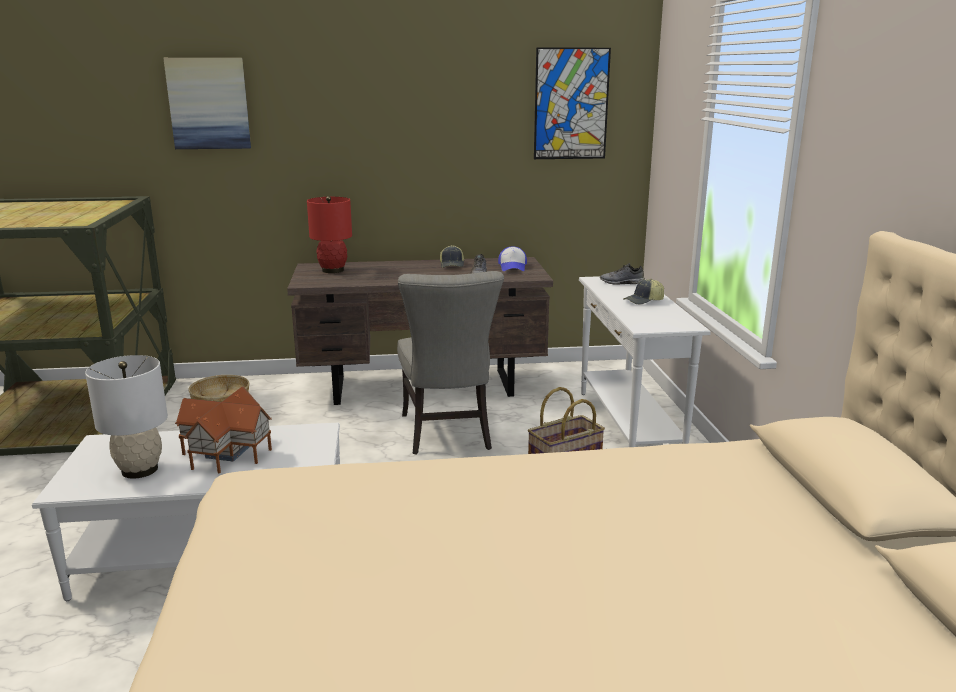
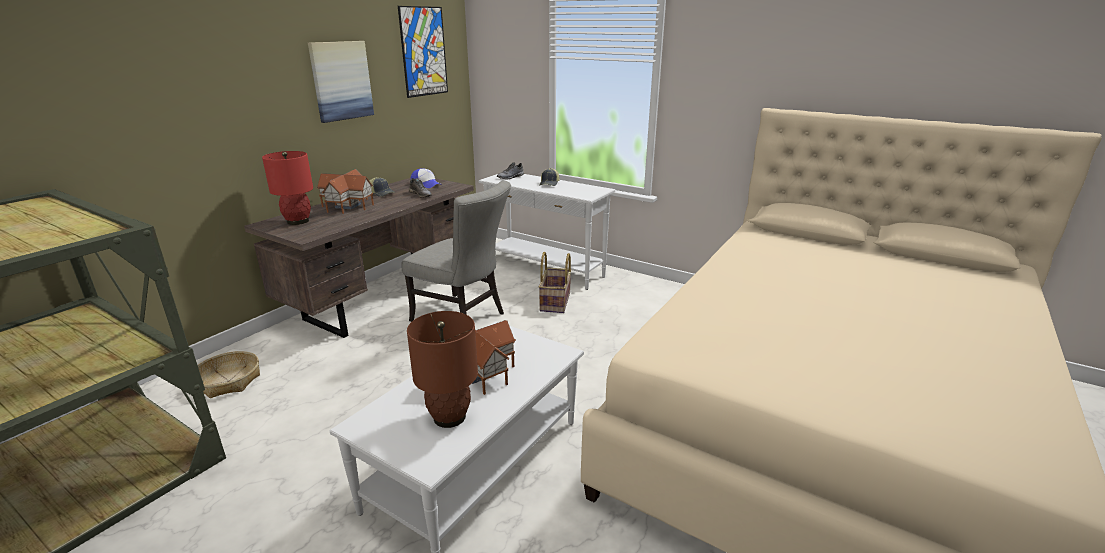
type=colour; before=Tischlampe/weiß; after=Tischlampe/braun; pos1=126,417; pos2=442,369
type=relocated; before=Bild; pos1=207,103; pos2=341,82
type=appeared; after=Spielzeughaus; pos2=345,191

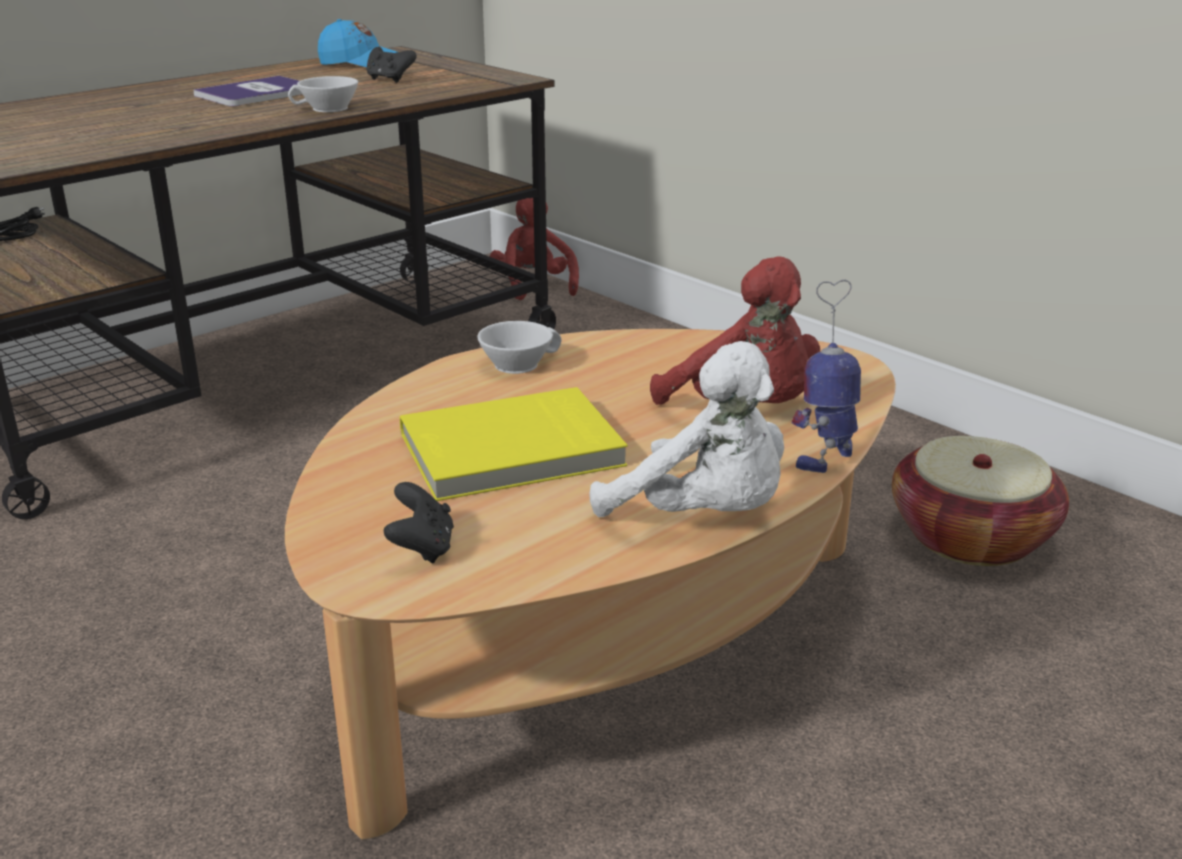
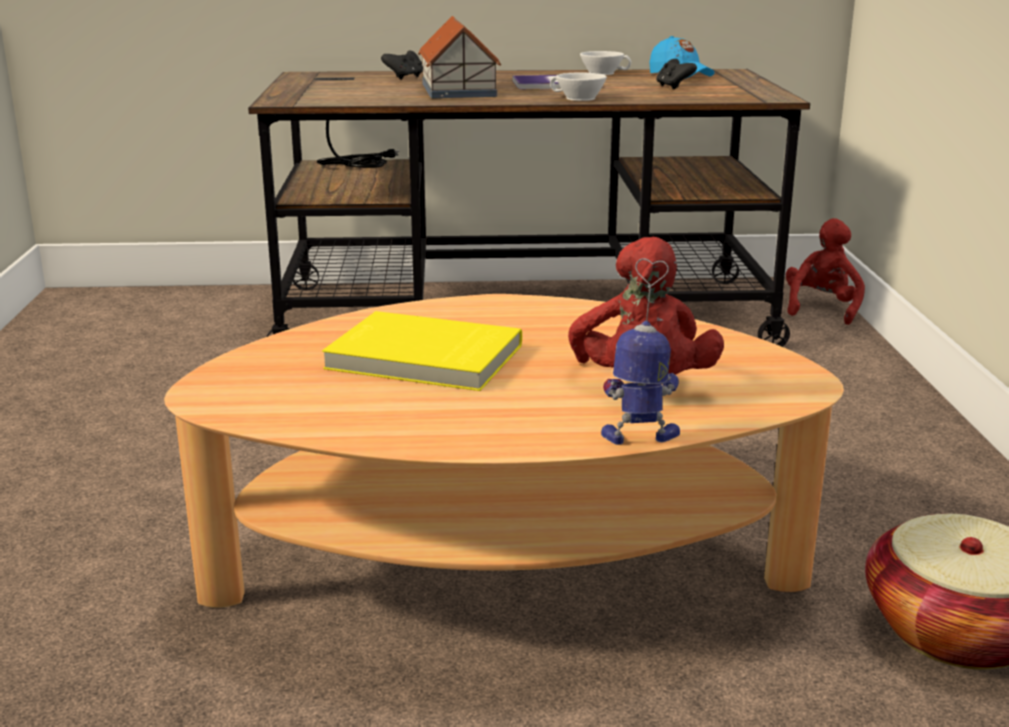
type=relocated; before=Gamepad/schwarz; pos1=419,522; pos2=402,65
type=relocated; before=Tasse/weiß; pos1=519,347; pos2=605,63
type=missing; before=Plüschtier/weiß; pos1=686,429
type=appeared; after=Spielzeughaus; pos2=459,57

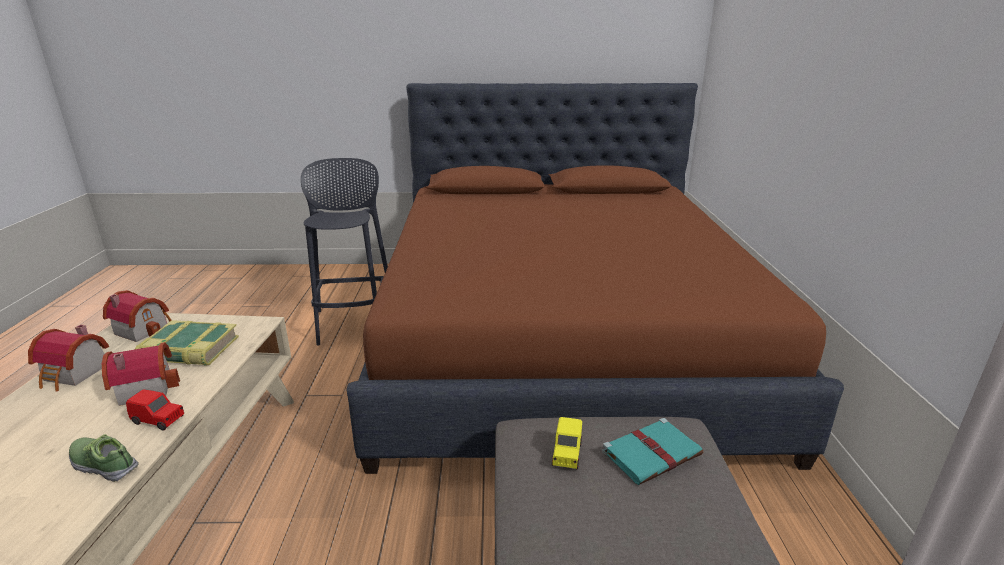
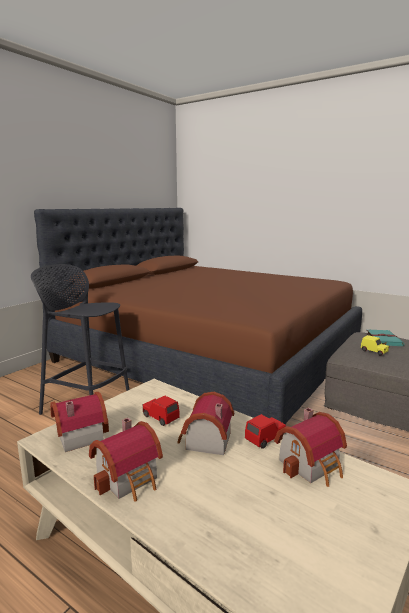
type=exchanged; before=Schuh; after=Spielzeughaus; pos1=104,458; pos2=310,447
type=exchanged; before=Buch; after=Spielzeugauto/rot; pos1=187,343; pos2=161,410

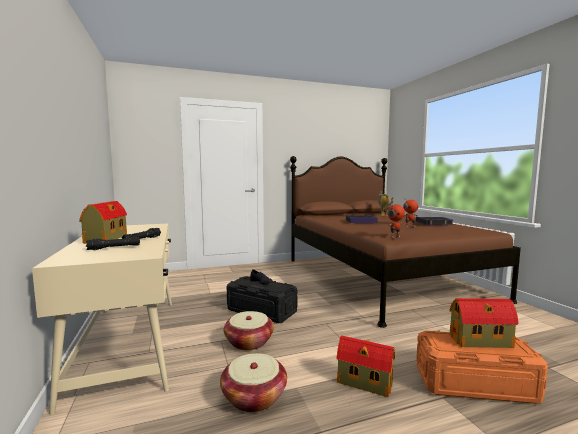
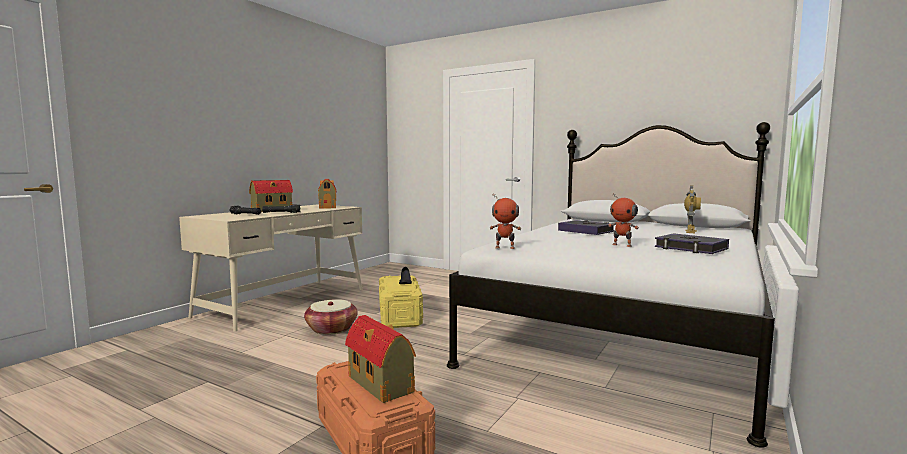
type=missing; before=Korb; pos1=253,382
type=colour; before=Aufbewahrungsbox/schwarz; after=Aufbewahrungsbox/gelb; pos1=262,299; pos2=401,301
type=colour; before=Bett/braun; after=Bett/weiß; pos1=405,242; pos2=611,285
type=relocated; before=Spielzeughaus; pos1=365,366; pos2=327,194

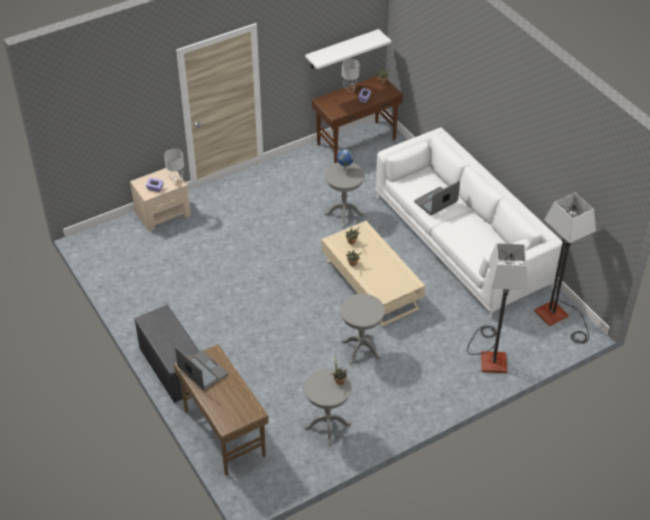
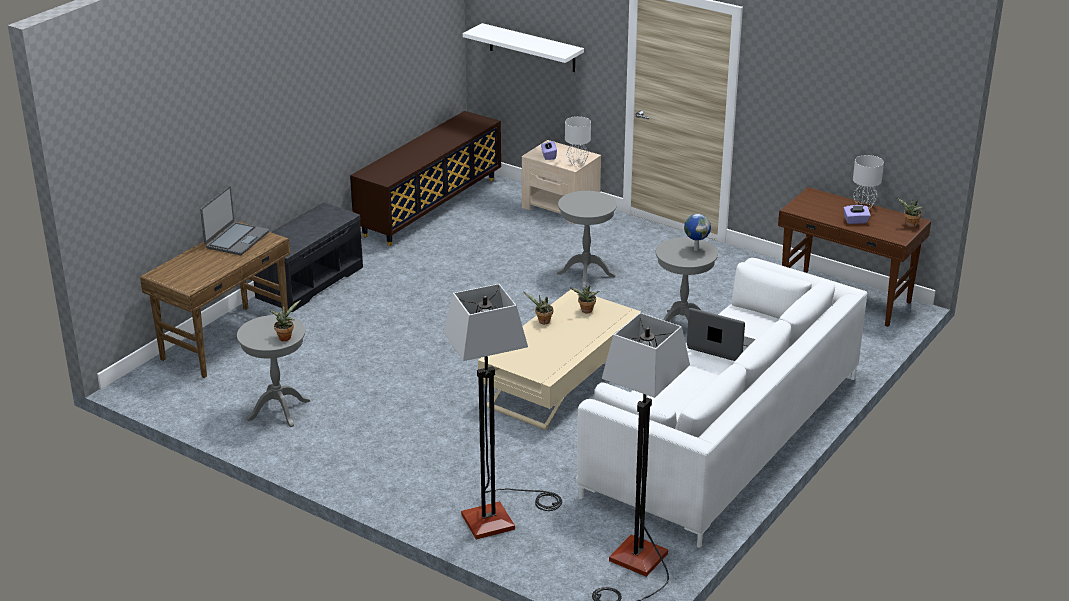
type=relocated; before=Wandregal/weiß; pos1=348,49; pos2=523,47
type=relocated; before=Beistelltisch/grau; pos1=362,329; pos2=587,240
type=appeared; after=Fernsehschrank/braun; pos2=425,178

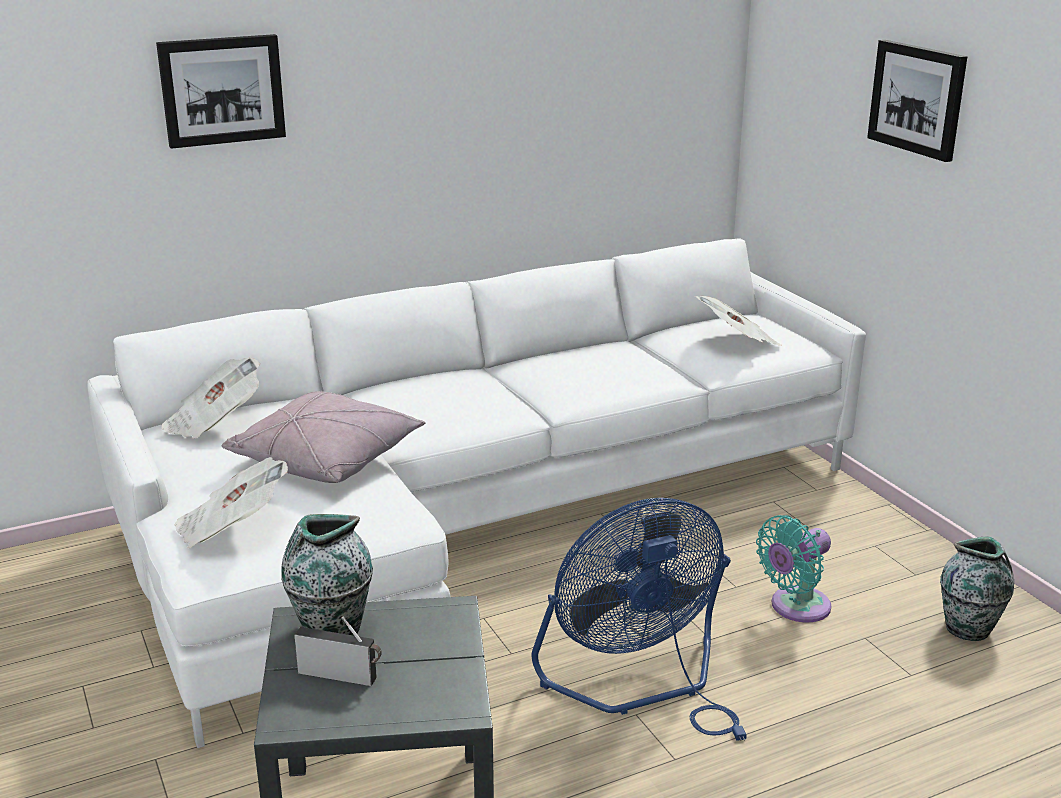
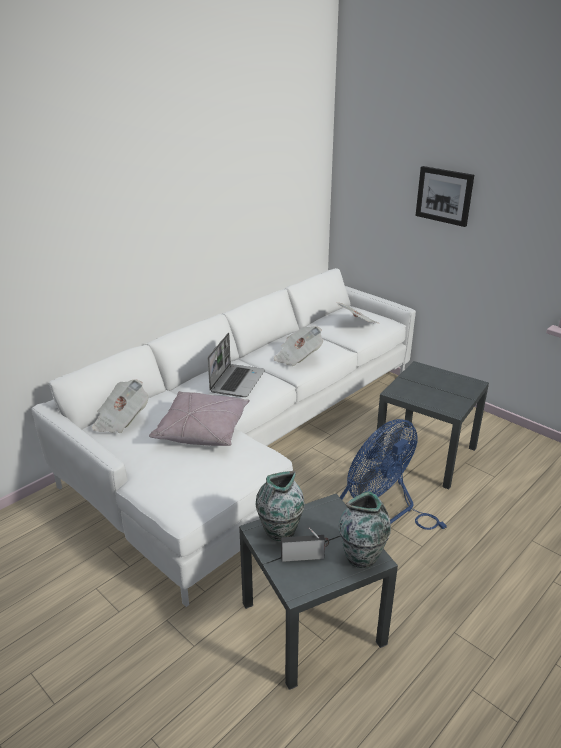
type=missing; before=Bild; pos1=221,91
type=relocated; before=Zeitung; pos1=231,502; pos2=298,346
type=exchanged; before=Ventilator/türkis; after=Beistelltisch/grau; pos1=793,568; pos2=431,425
type=relocated; before=Vase; pos1=977,589; pos2=365,529
type=appeared; after=Laptop; pos2=236,365

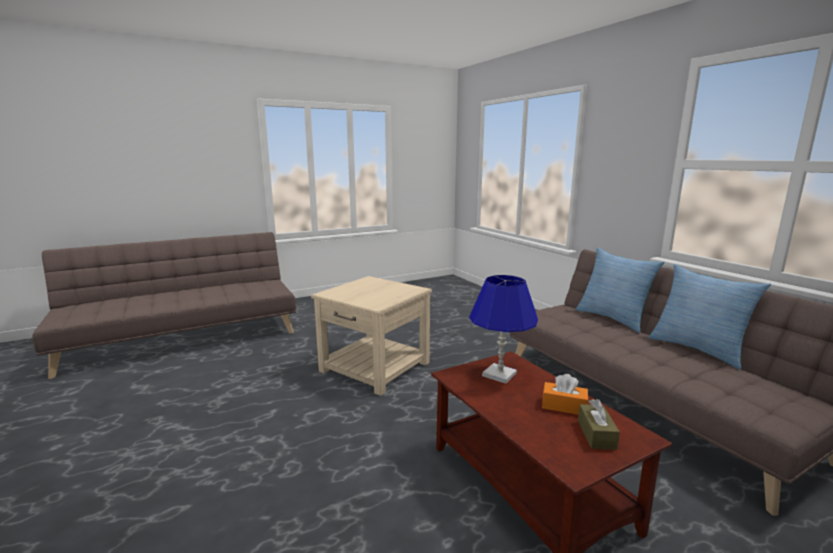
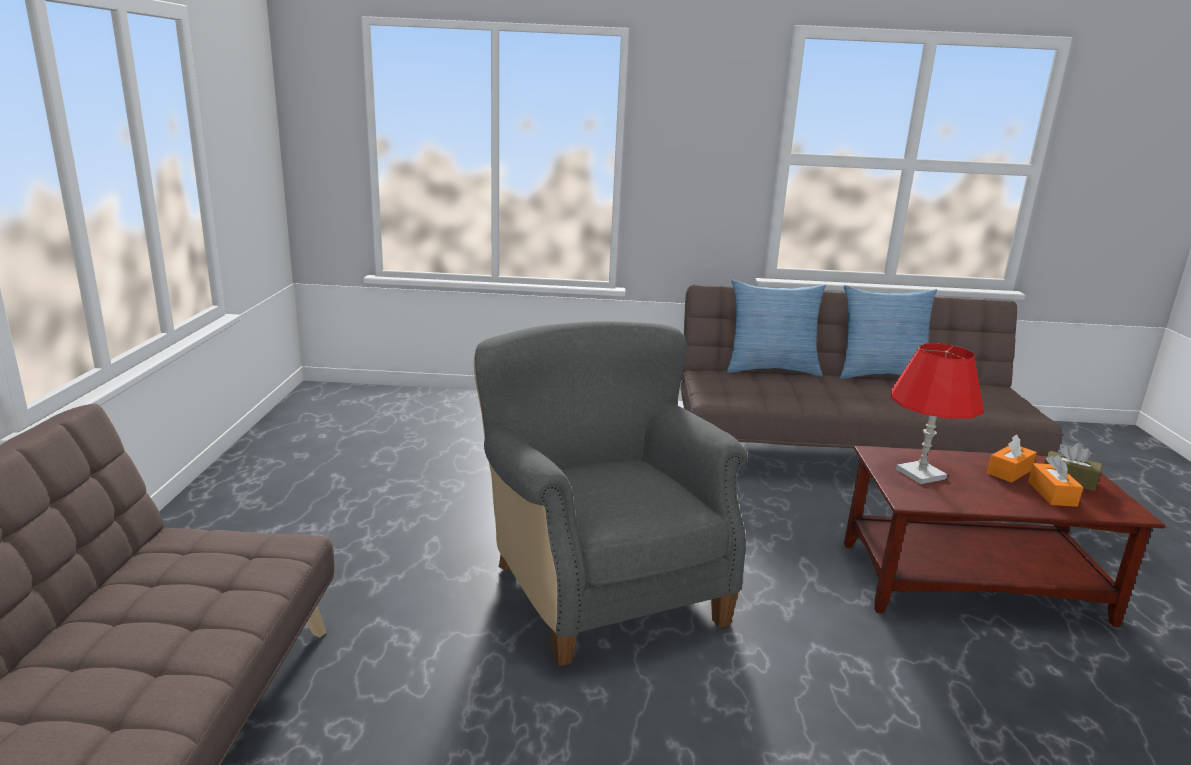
type=exchanged; before=Beistelltisch/beige; after=Sessel/grau; pos1=371,336; pos2=611,493
type=colour; before=Tischlampe/blau; after=Tischlampe/rot; pos1=503,329; pos2=937,413
type=appeared; after=Taschentuchbox/orange; pos2=1055,481

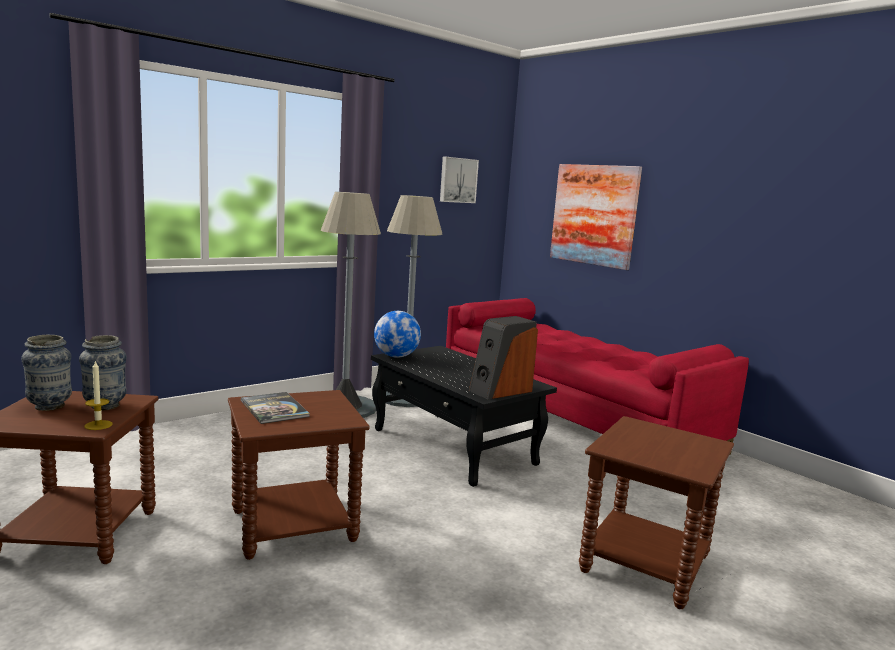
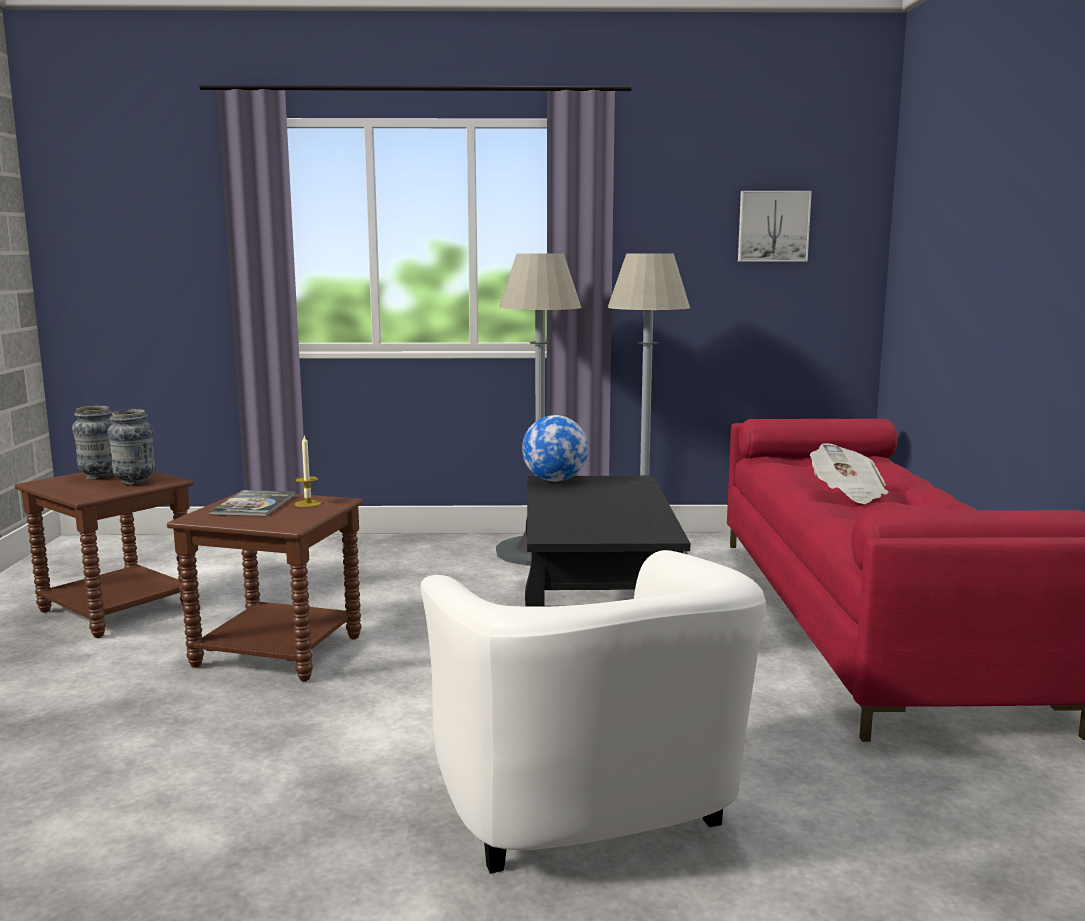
type=relocated; before=Kerze; pos1=98,395; pos2=308,471
type=missing; before=Lautsprecher; pos1=503,358
type=missing; before=Bild; pos1=596,217
type=exchanged; before=Beistelltisch/braun; after=Sessel/weiß; pos1=656,512; pos2=593,712
type=appeared; after=Zeitung; pos2=849,473

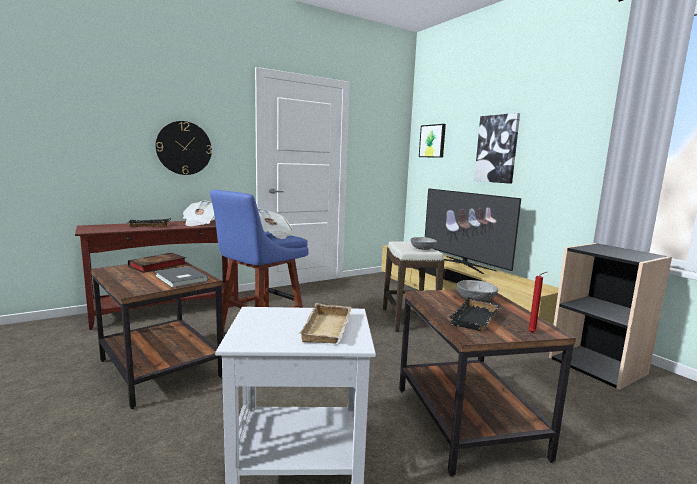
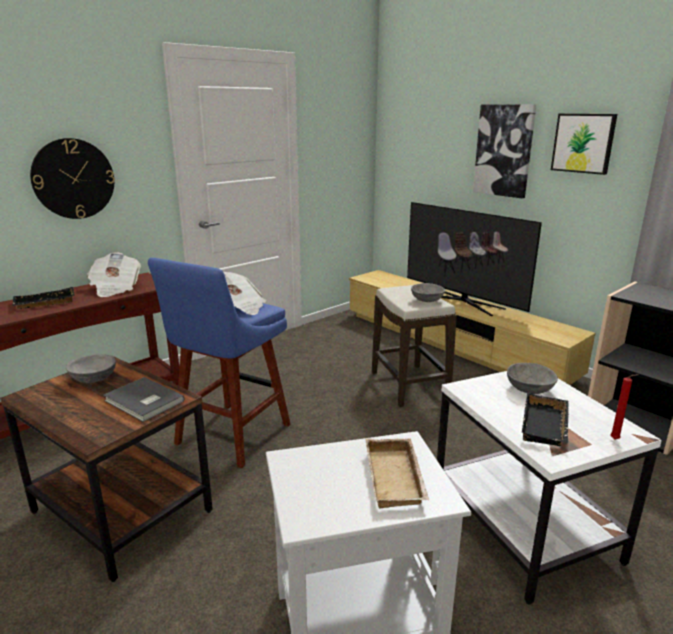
type=exchanged; before=Buch; after=Schüssel/grau; pos1=157,263; pos2=91,368
type=colour; before=Beistelltisch/braun; after=Beistelltisch/weiß; pos1=487,383; pos2=549,488
type=relocated; before=Bild; pos1=432,141; pos2=584,144

